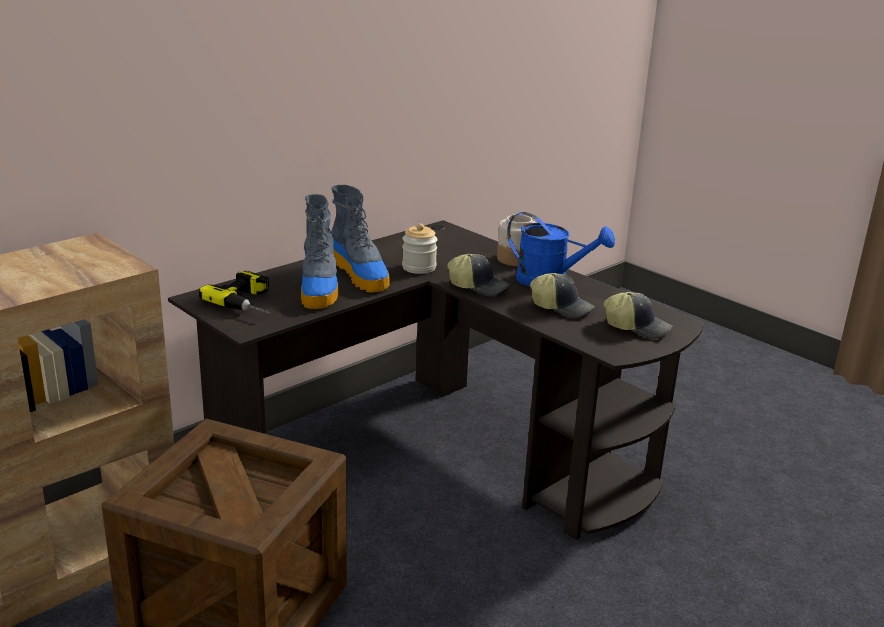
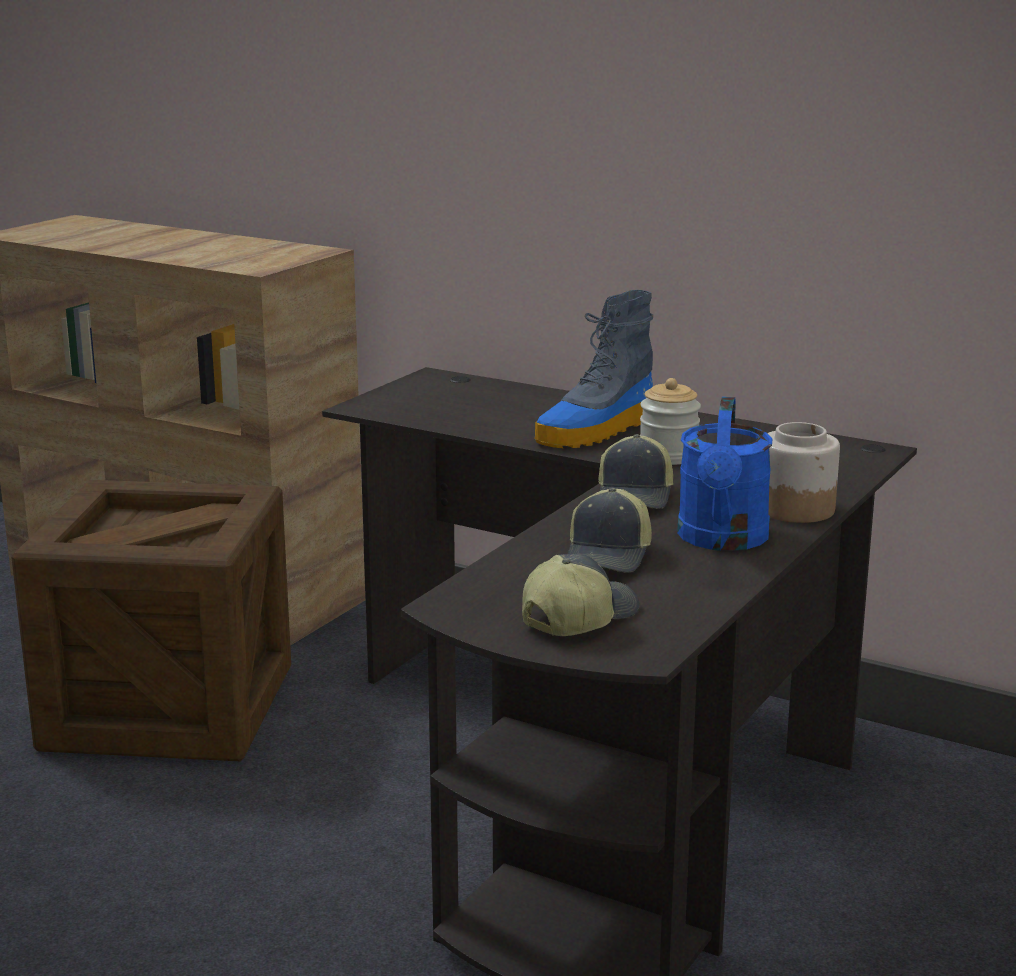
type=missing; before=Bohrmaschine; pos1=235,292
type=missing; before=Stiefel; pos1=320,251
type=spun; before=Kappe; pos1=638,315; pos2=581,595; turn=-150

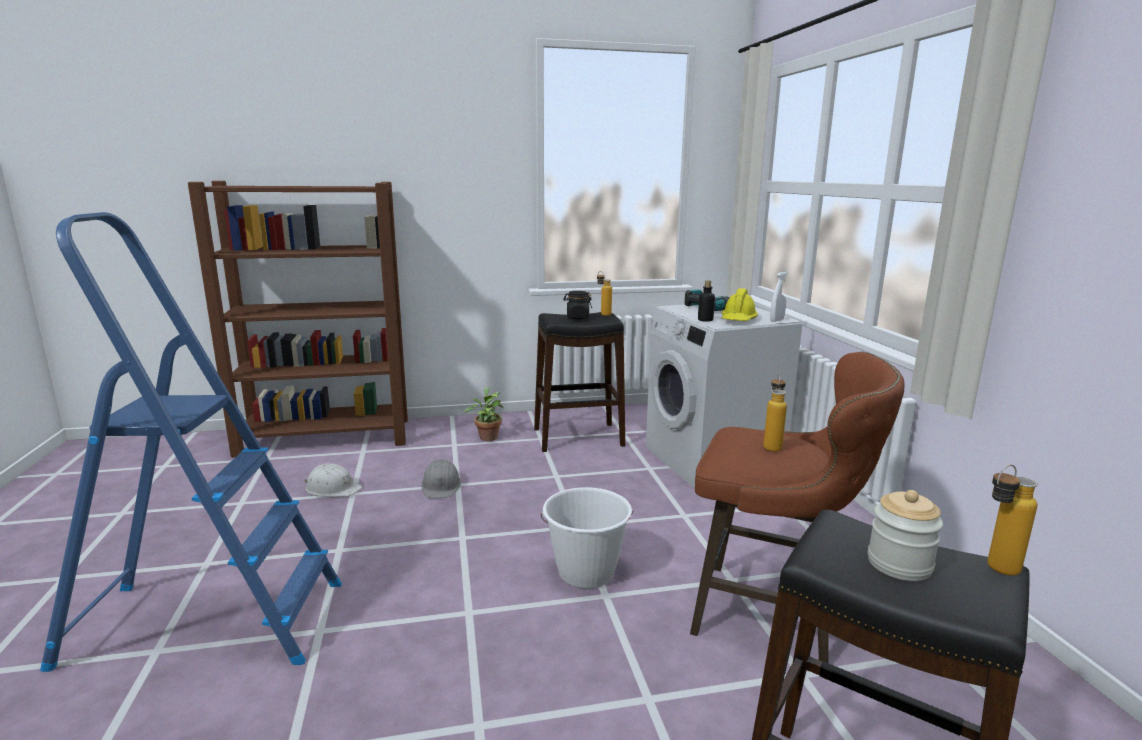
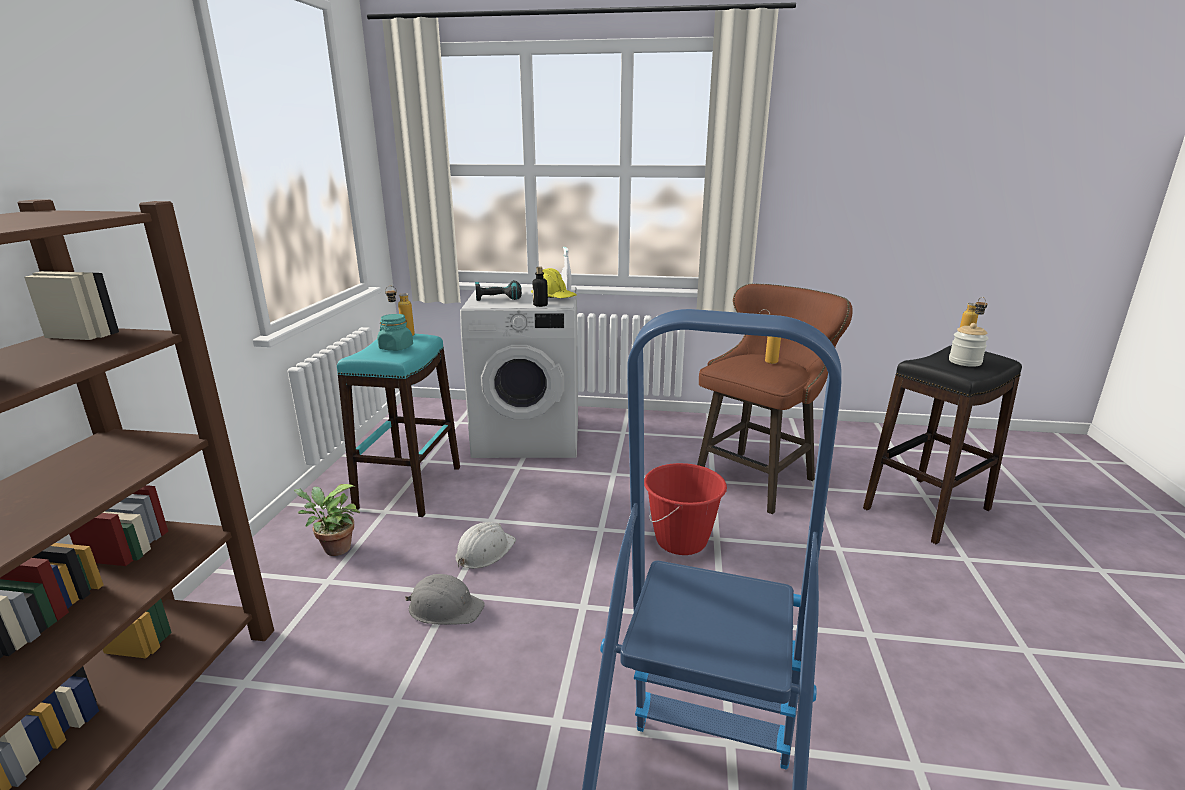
type=relocated; before=Schutzhelm/weiß; pos1=333,480; pos2=485,545
type=colour; before=Hocker/schwarz; after=Hocker/türkis; pos1=579,382; pos2=398,425
type=colour; before=Eimer/weiß; after=Eimer/rot; pos1=587,538; pos2=685,509
type=colour; before=Vorratsglas/schwarz; after=Vorratsglas/türkis; pos1=577,305; pos2=395,332

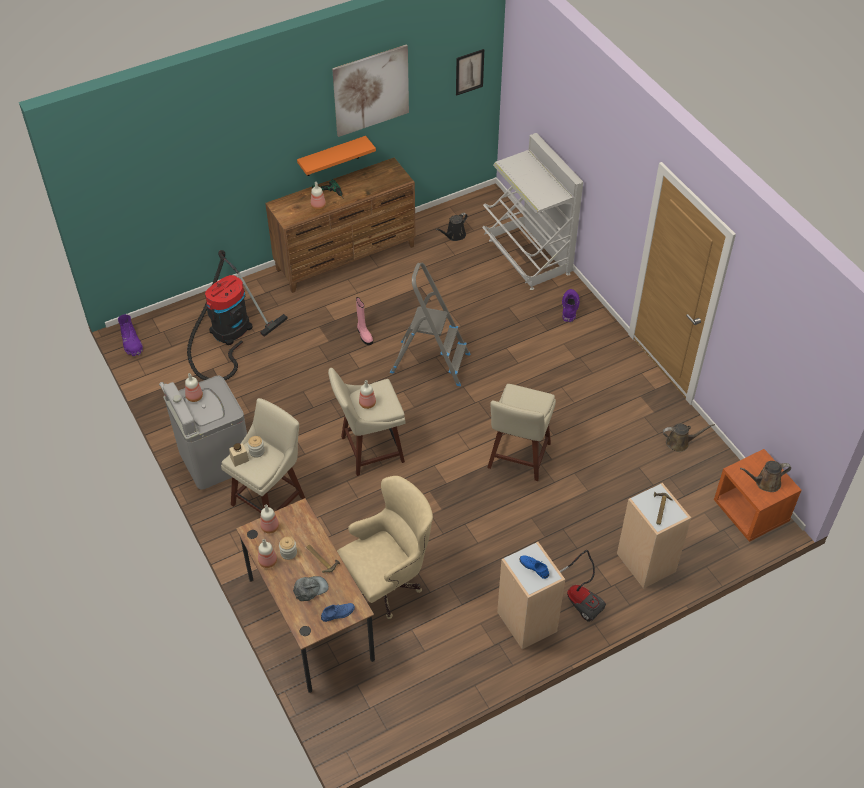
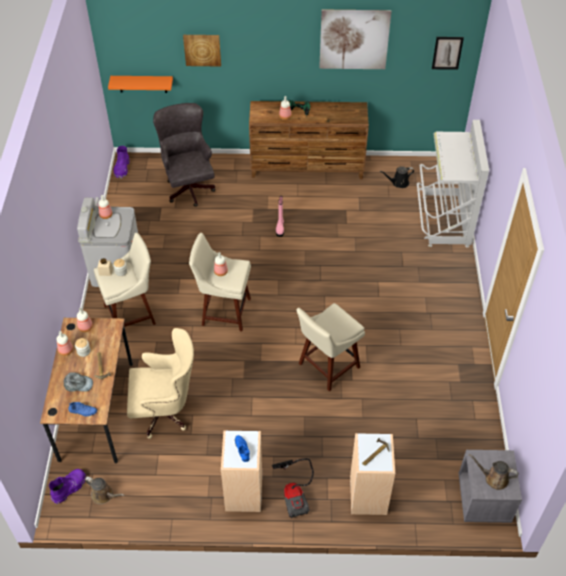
type=exchanged; before=Staubsauger; after=Bürostuhl/grau; pos1=237,315; pos2=184,155
type=relocated; before=Wandregal/orange; pos1=336,156; pos2=140,84
type=missing; before=Trittleiter/grau; pos1=430,324
type=relocated; before=Stiefel/lila; pos1=571,306; pos2=67,486
type=relocated; before=Gießkanne/braun; pos1=689,437; pos2=104,490
type=colour; before=Nachttisch/orange; after=Nachttisch/grau; pos1=758,495; pos2=490,486
type=appeared; after=Bild; pos2=202,51

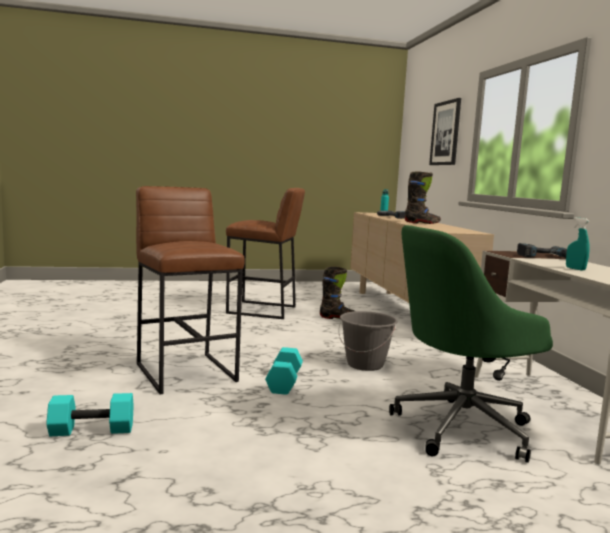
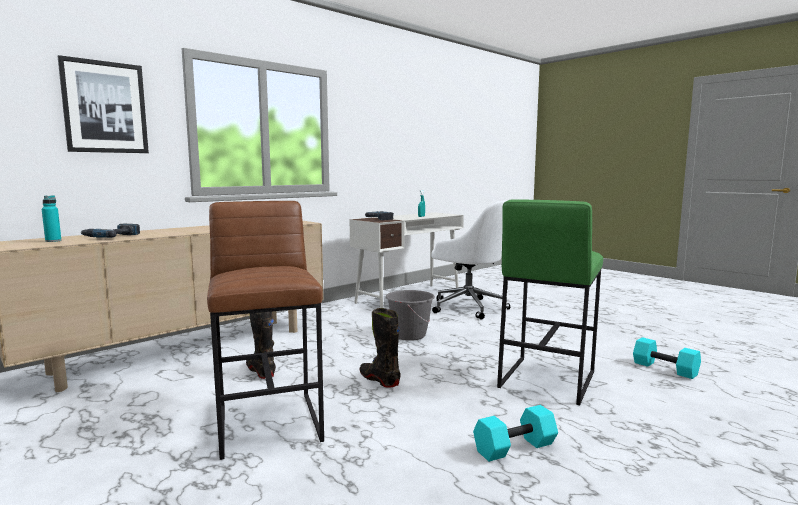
type=colour; before=Hocker/braun; after=Hocker/grün; pos1=190,290; pos2=550,302
type=relocated; before=Hantel/türkis; pos1=284,371; pos2=515,433
type=colour; before=Bürostuhl/grün; after=Bürostuhl/weiß; pos1=471,344; pos2=470,260
type=relocated; before=Stiefel/schwarz; pos1=423,197; pos2=380,348

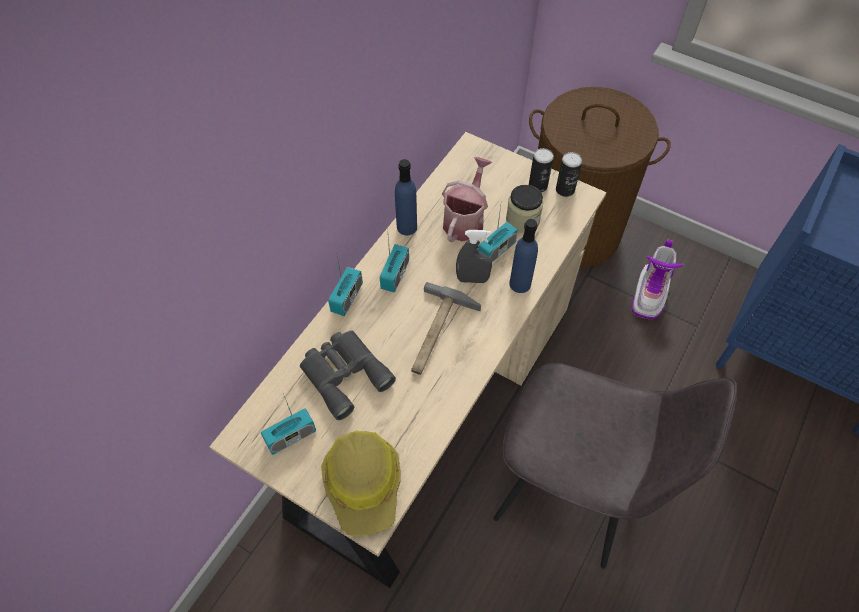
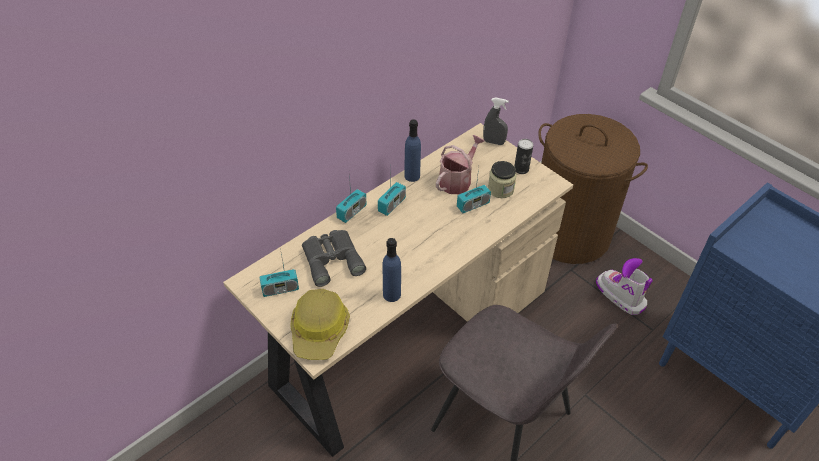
type=missing; before=Hammer; pos1=446,328
type=relocated; before=Sprühflasche/grau; pos1=474,256; pos2=496,121
type=relocated; before=Flasche/blau; pos1=523,256; pos2=392,270
type=missing; before=Dose; pos1=569,174
type=spun; before=Stiefel; pos1=657,279; pos2=624,286; turn=105

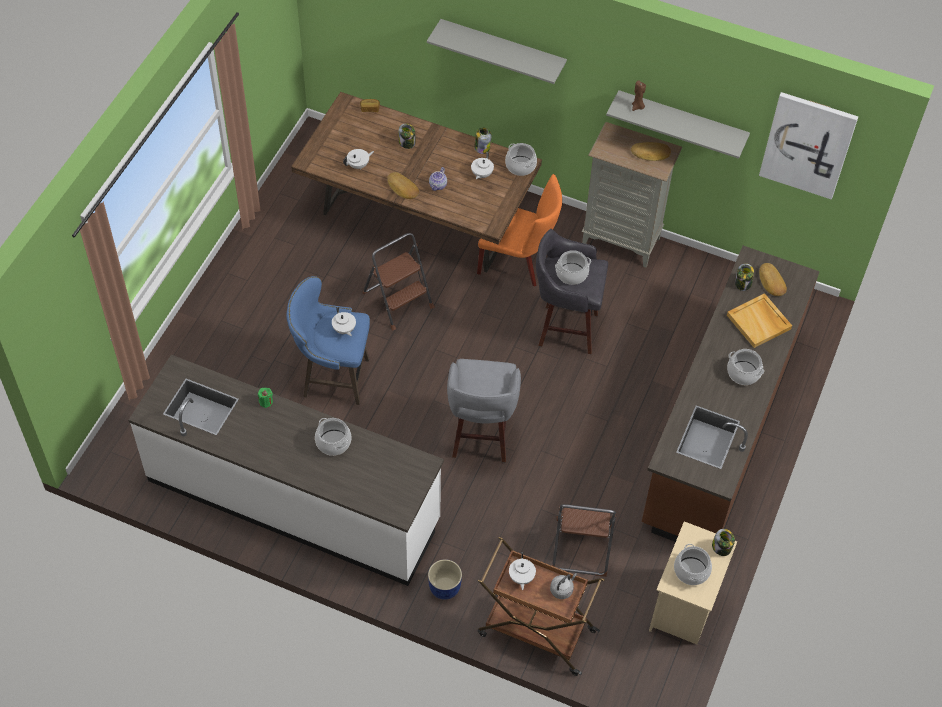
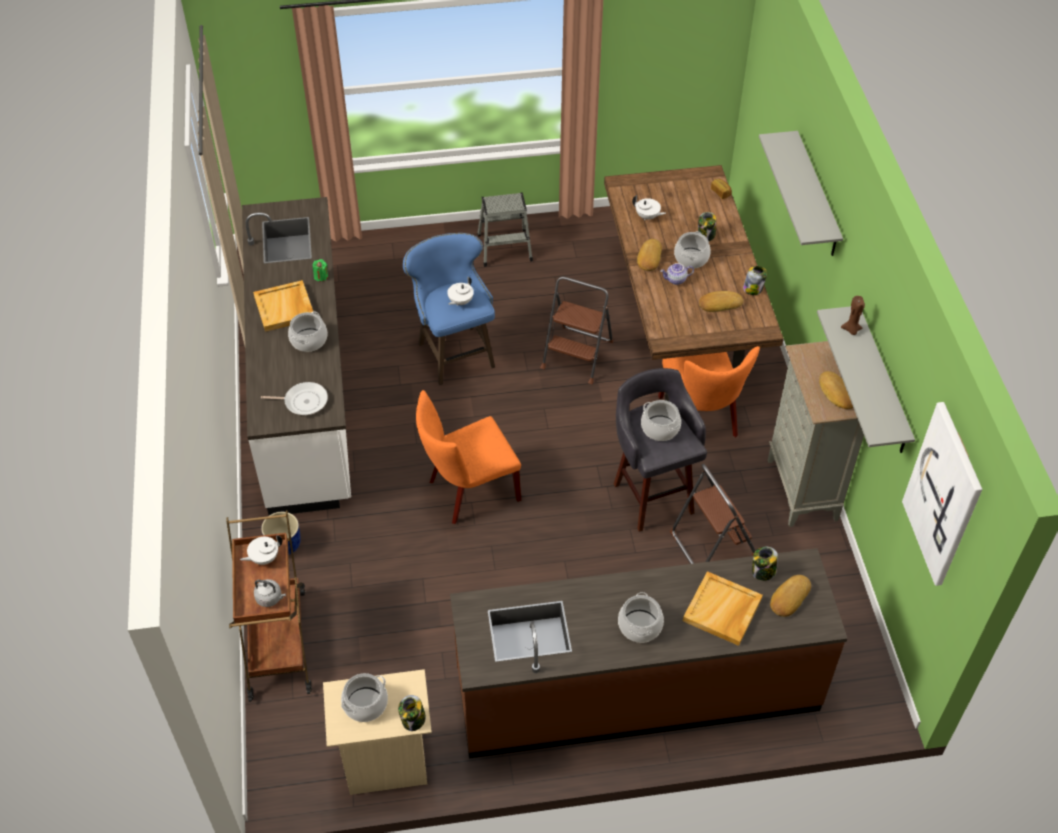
type=exchanged; before=Hocker/grau; after=Stuhl/orange; pos1=484,410; pos2=468,457
type=exchanged; before=Teekanne/weiß; after=Brot; pos1=482,165; pos2=721,301
type=relocated; before=Kochtopf; pos1=521,159; pos2=692,250
type=relocated; before=Trittleiter/braun; pos1=584,540; pos2=713,514
type=appeared; after=Tablett/beige; pos2=283,306
type=appeared; after=Pfanne; pos2=294,398
type=appeared; after=Trittleiter/grau; pos2=505,229

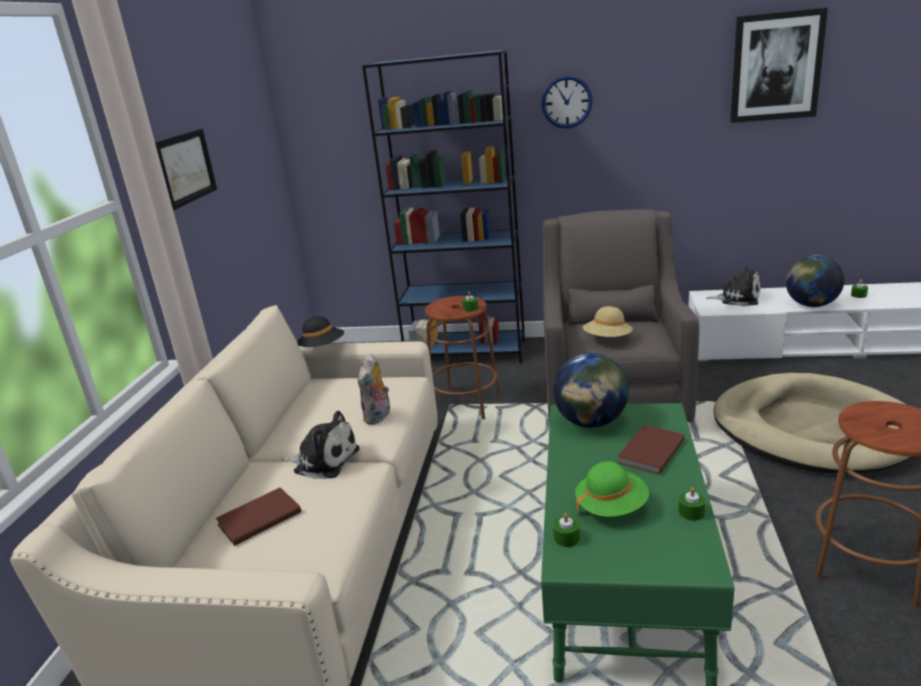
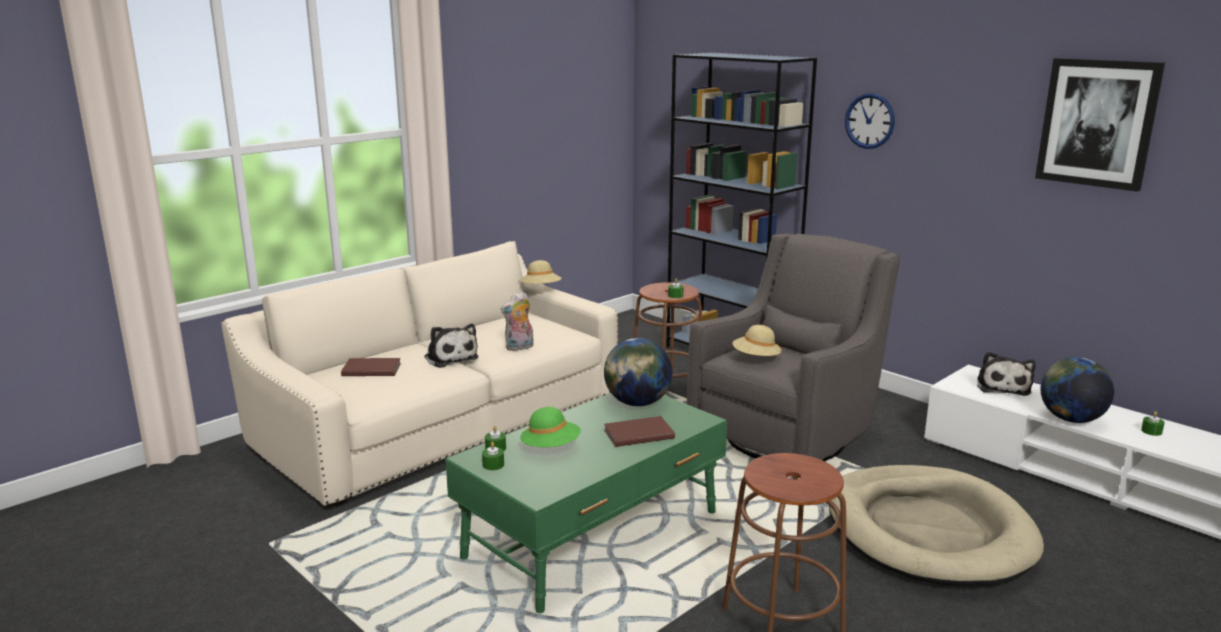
type=missing; before=Bild; pos1=186,169
type=colour; before=Hut/schwarz; after=Hut/beige; pos1=320,331; pos2=540,272
type=relocated; before=Kerze/grün; pos1=692,504; pos2=493,456
type=spun; before=Plüschtier; pos1=733,286; pos2=1006,373; turn=45

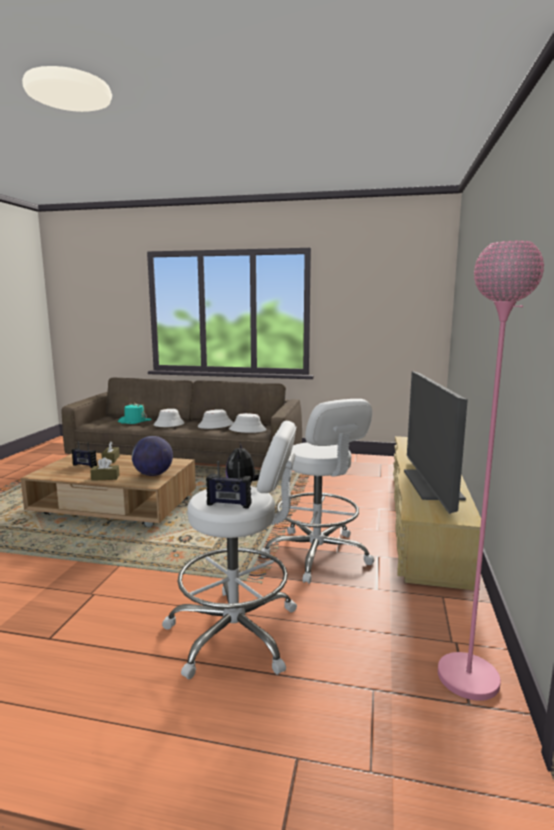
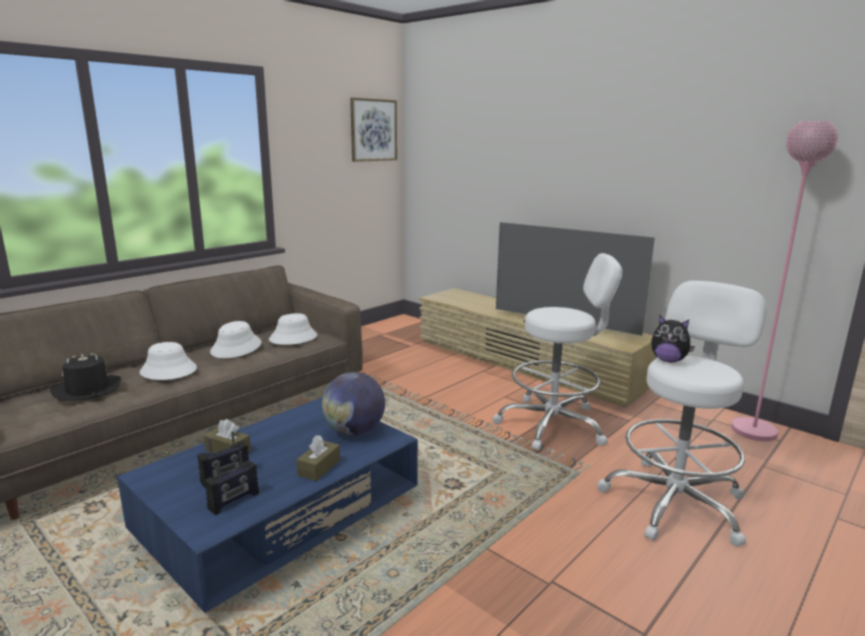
type=colour; before=Couchtisch/braun; after=Couchtisch/blau; pos1=108,490; pos2=267,505
type=colour; before=Hut/türkis; after=Hut/schwarz; pos1=135,413; pos2=86,377
type=relocated; before=Radio; pos1=229,484; pos2=231,483
type=appeared; after=Bild; pos2=373,129

